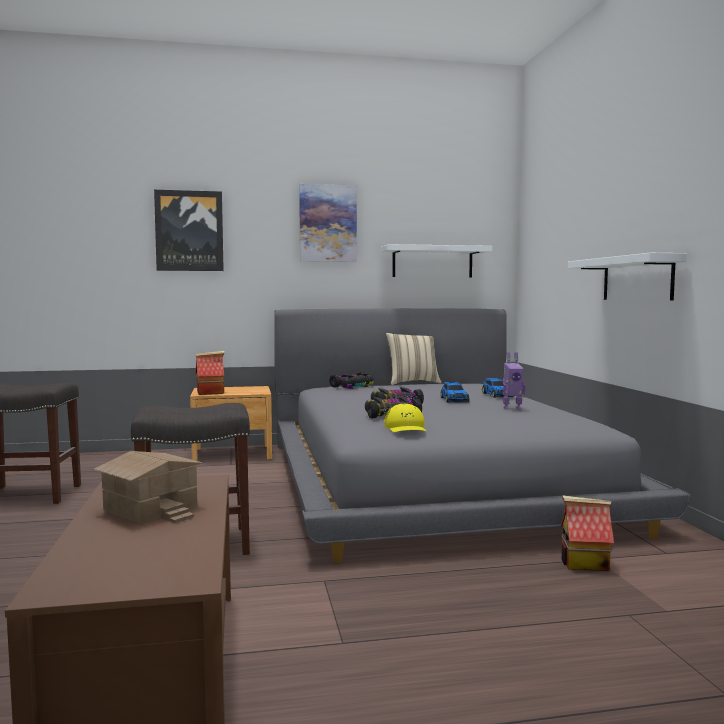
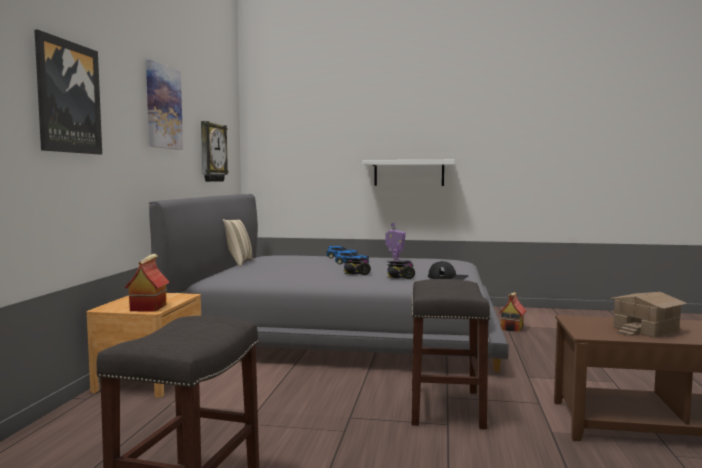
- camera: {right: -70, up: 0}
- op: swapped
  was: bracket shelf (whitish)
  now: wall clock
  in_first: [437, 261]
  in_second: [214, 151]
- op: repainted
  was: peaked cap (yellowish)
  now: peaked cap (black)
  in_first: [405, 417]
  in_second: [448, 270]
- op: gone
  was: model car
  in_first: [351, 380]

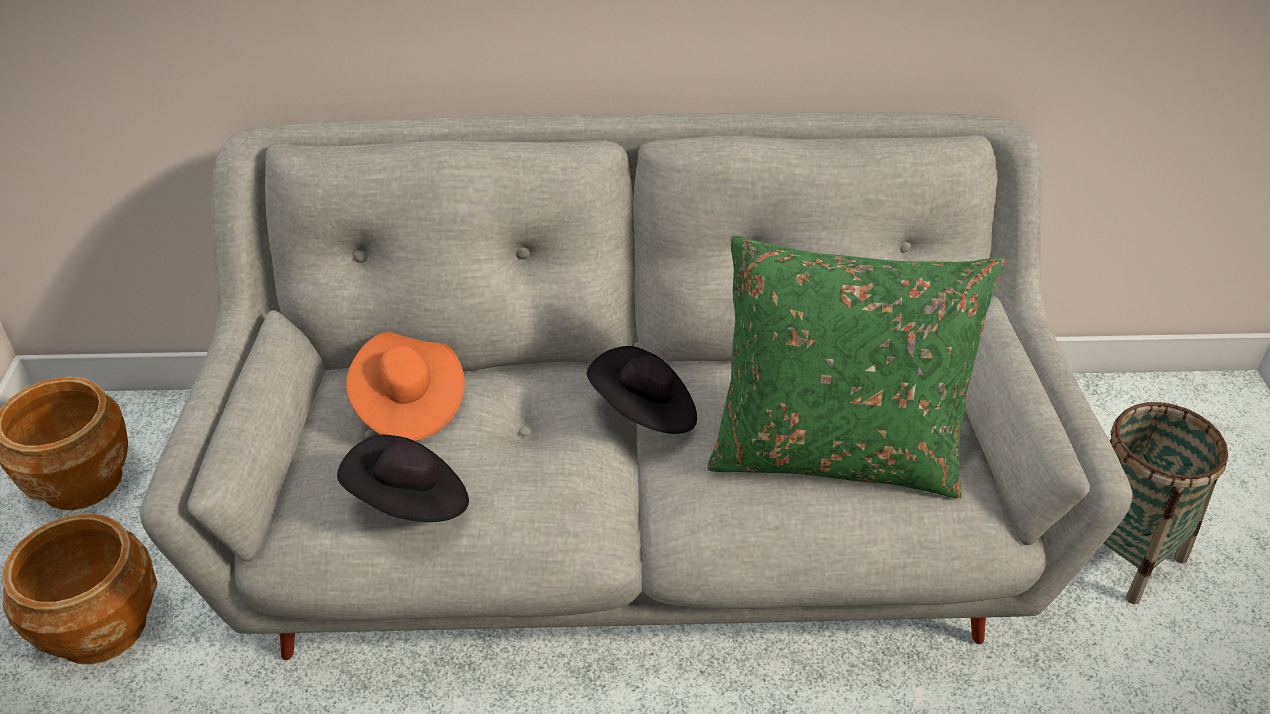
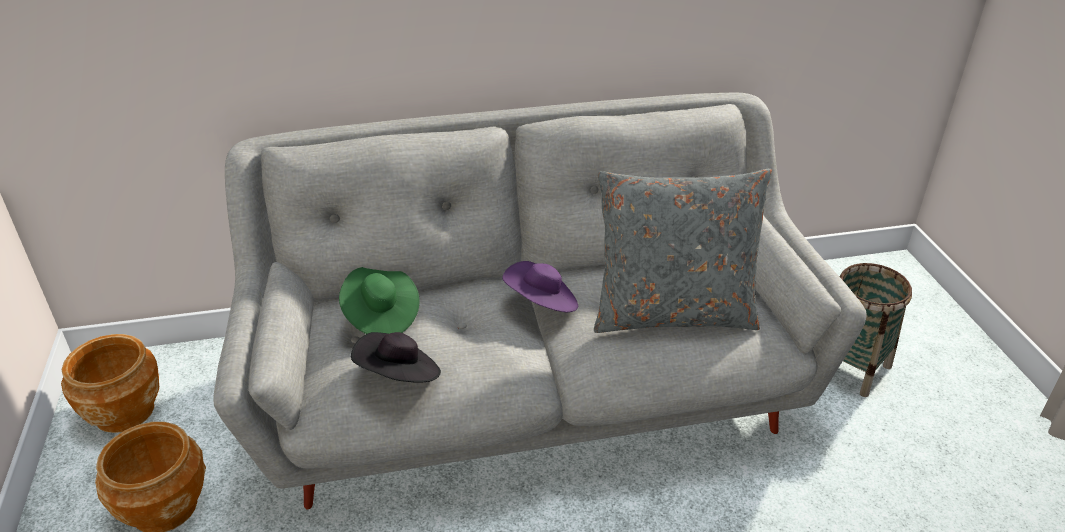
- camera: {right: -10, up: -5}
- op: repainted
  was: clothing hat (orange)
  now: clothing hat (green)
  in_first: [405, 386]
  in_second: [379, 300]
- op: repainted
  was: clothing hat (black)
  now: clothing hat (purple)
  in_first: [642, 390]
  in_second: [540, 286]
- op: repainted
  was: throw pillow (green)
  now: throw pillow (gray)
  in_first: [856, 367]
  in_second: [683, 251]

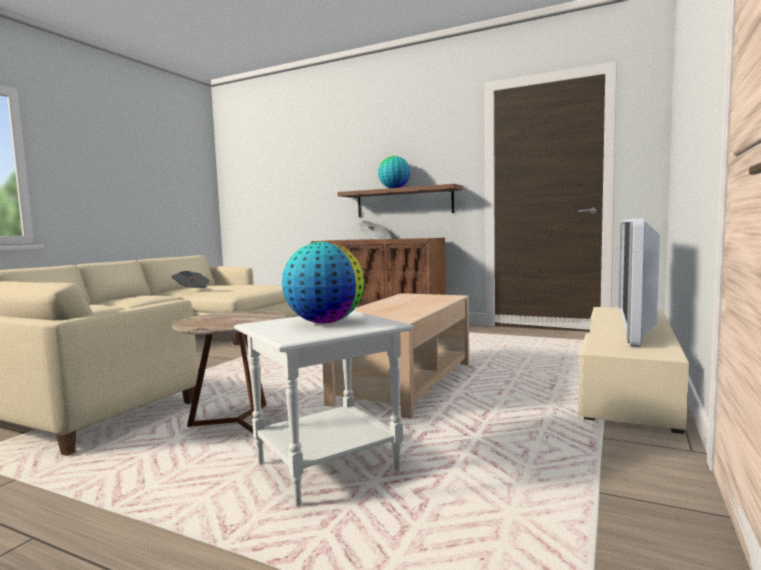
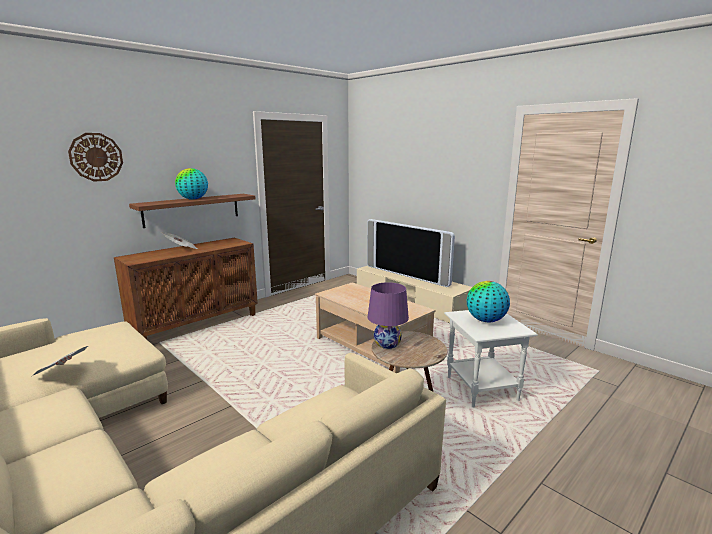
- camera: {right: -70, up: 10}
- op: new
  now: wall clock
  in_second: [95, 157]
- op: new
  now: tabletop lamp (purple)
  in_second: [388, 315]

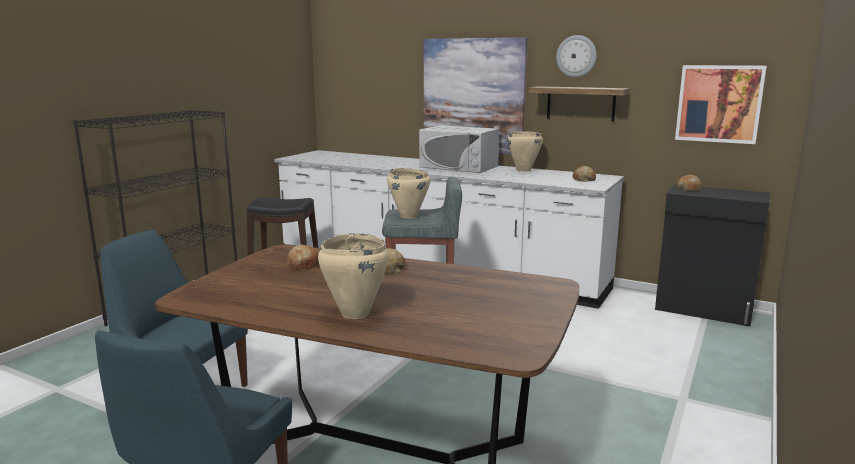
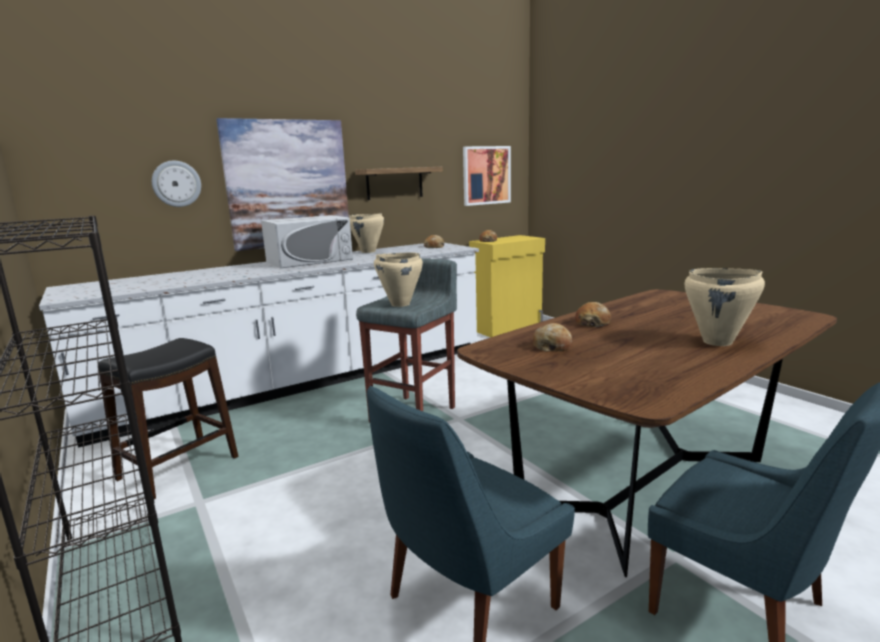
- camera: {right: -60, up: 0}
- op: shifted
  was: wall clock
  in_first: [576, 56]
  in_second: [176, 184]
- op: repainted
  was: cupboard (black)
  now: cupboard (yellowish)
  in_first: [712, 255]
  in_second: [507, 286]

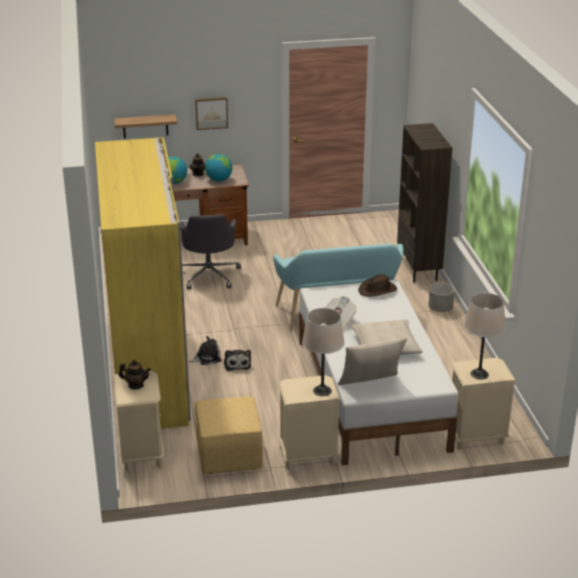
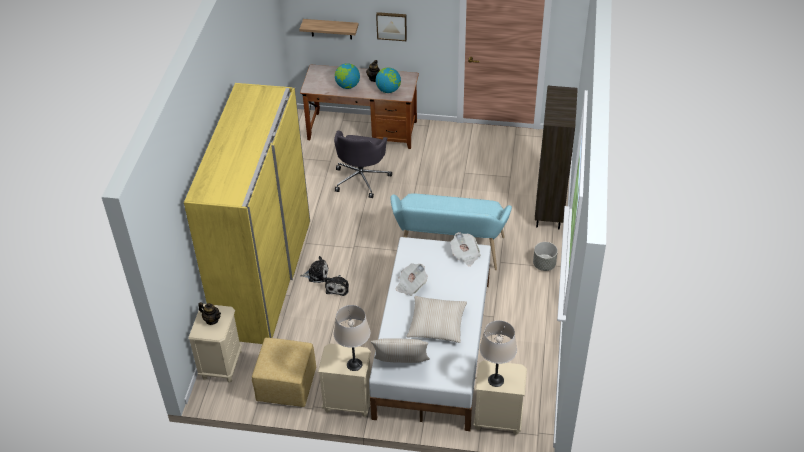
- camera: {right: 20, up: 15}
- op: swapped
  was: clothing hat (brown-coloured)
  now: printed paper
  in_first: [377, 285]
  in_second: [465, 249]

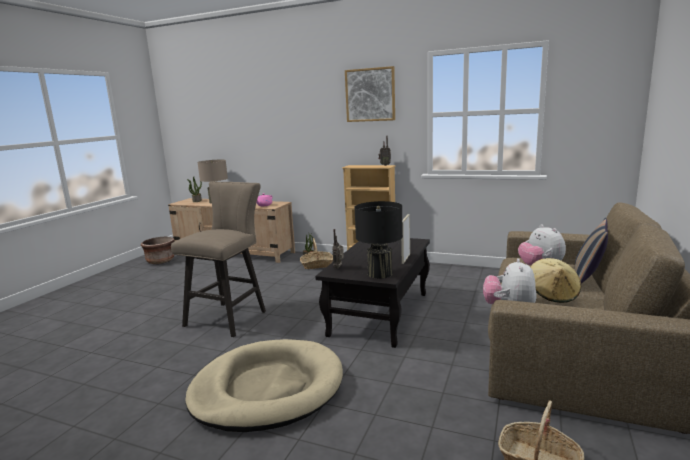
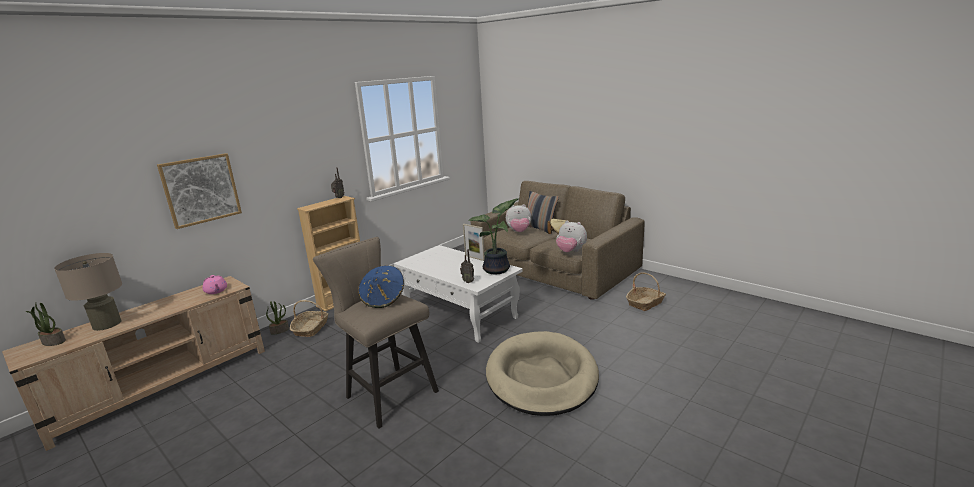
- camera: {right: -70, up: 5}
- op: shifted
  was: picture
  in_first: [370, 94]
  in_second: [199, 191]
- op: new
  now: clothing hat (blue-coloured)
  in_second: [381, 287]
- op: repainted
  was: lounge table (black)
  now: lounge table (whitish)
  in_first: [372, 293]
  in_second: [458, 294]
- op: swapped
  was: tabletop lamp (black)
  now: plant in a pot
  in_first: [378, 240]
  in_second: [493, 236]
- op: gone
  was: flower pot (brown-coloured)
  in_first: [158, 250]

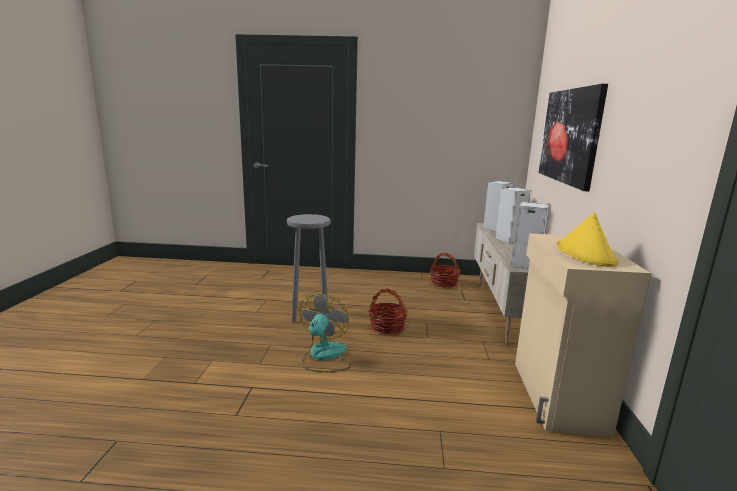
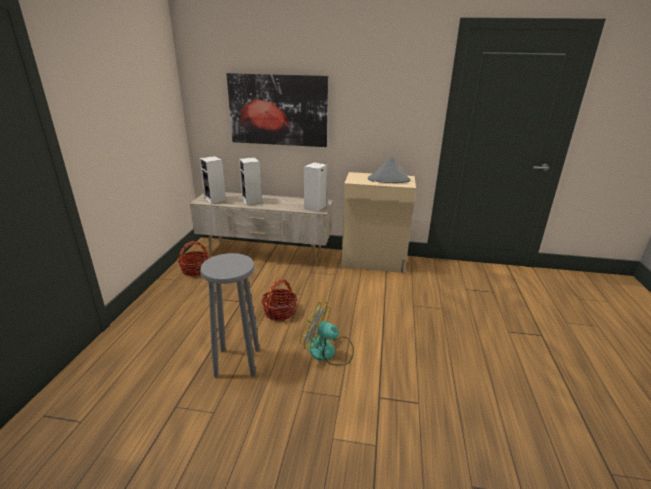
- camera: {right: -85, up: 10}
- op: repainted
  was: clothing hat (yellowish)
  now: clothing hat (gray)
  in_first: [588, 239]
  in_second: [389, 169]

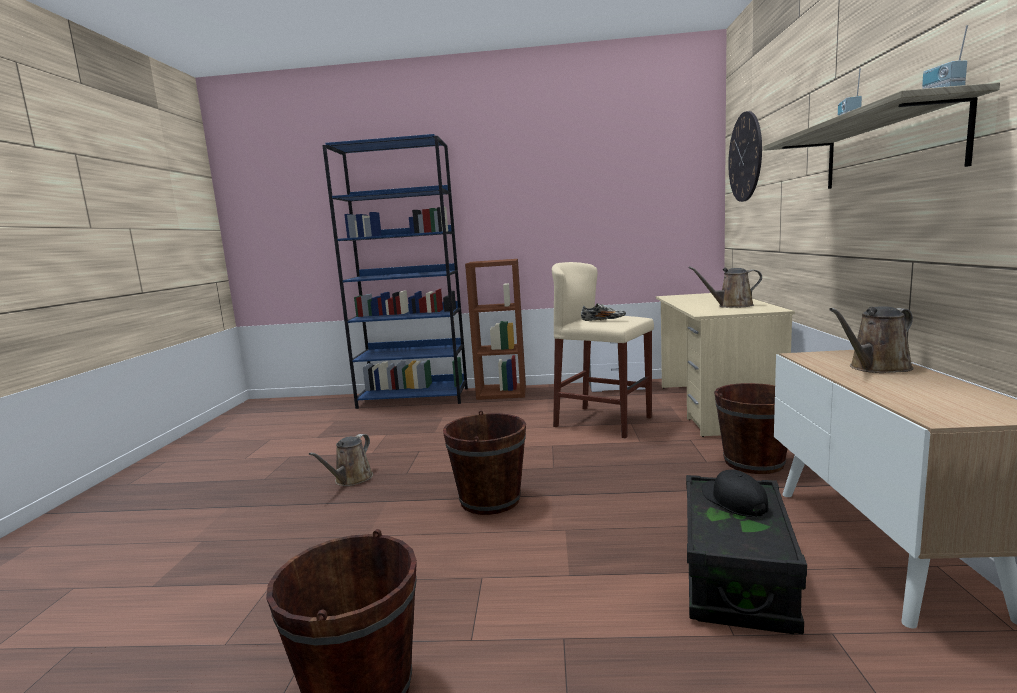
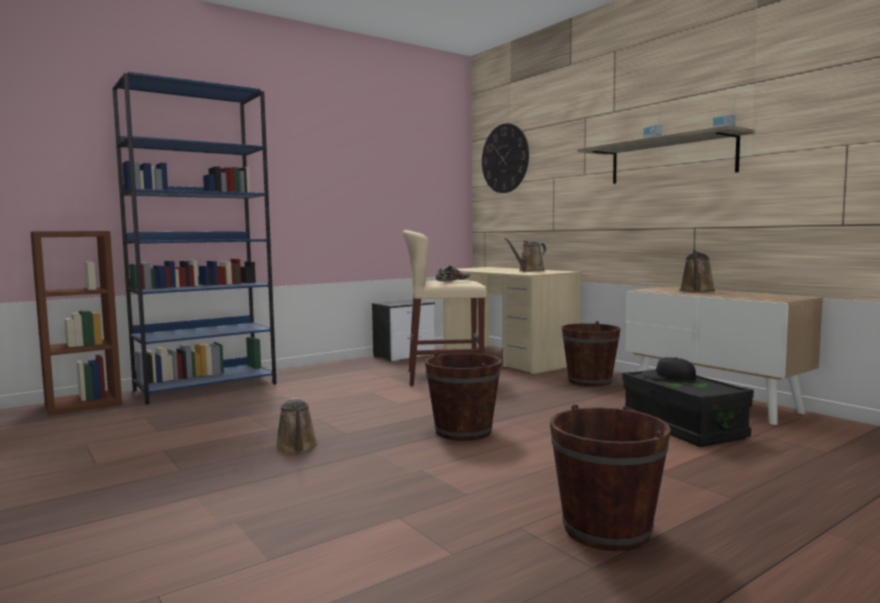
- camera: {right: -40, up: -5}
- op: shifted
  was: bookshelf (brown-coloured)
  in_first: [495, 329]
  in_second: [76, 323]

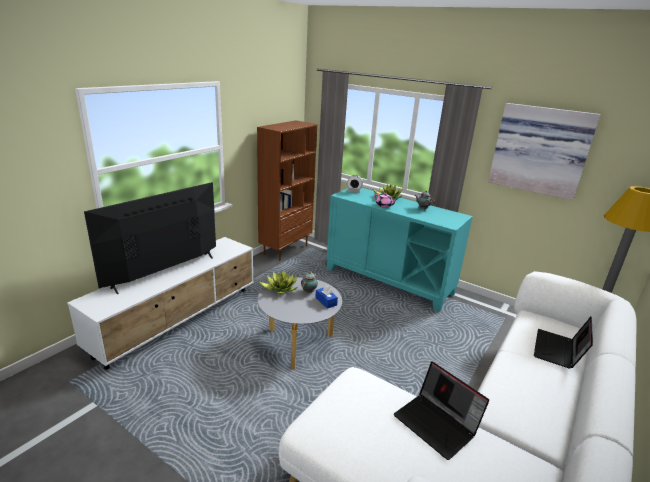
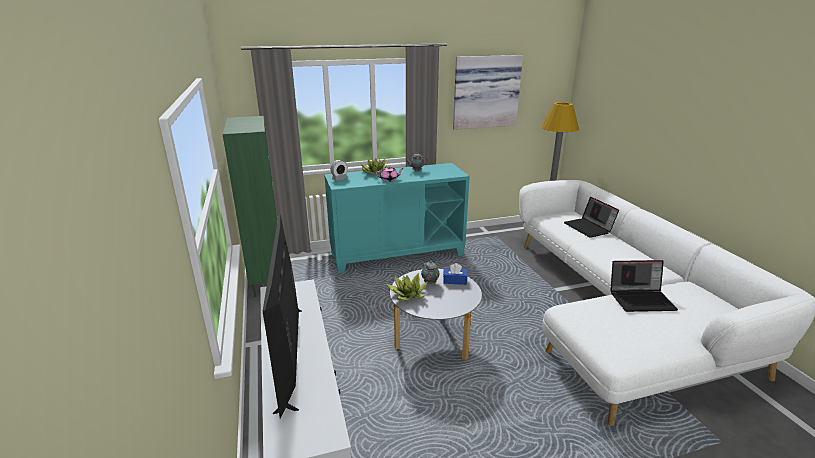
- camera: {right: -50, up: 0}
- op: repainted
  was: bookshelf (brown-coloured)
  now: bookshelf (green)
  in_first: [287, 190]
  in_second: [250, 206]

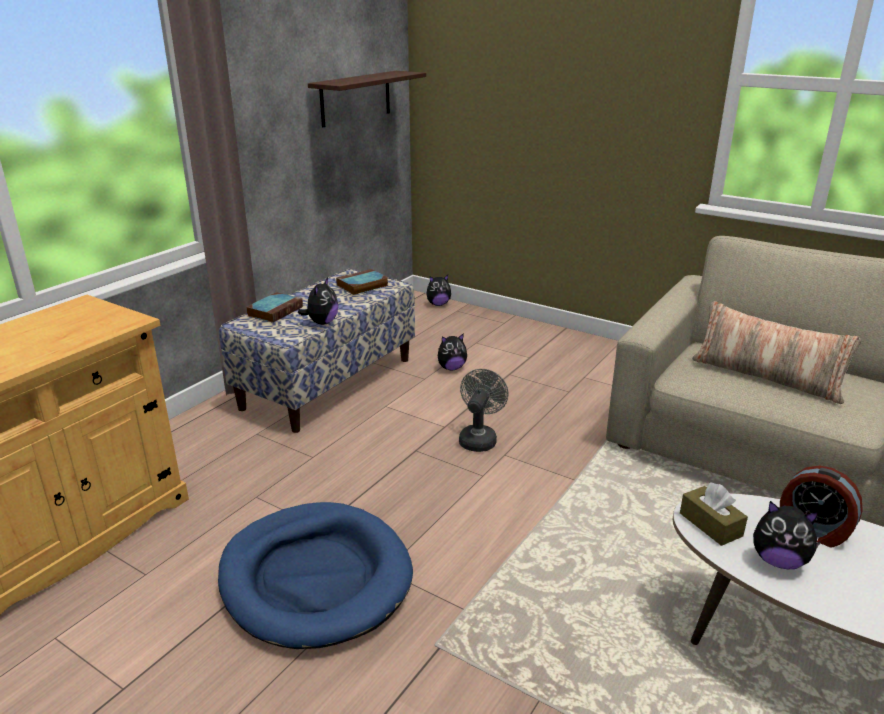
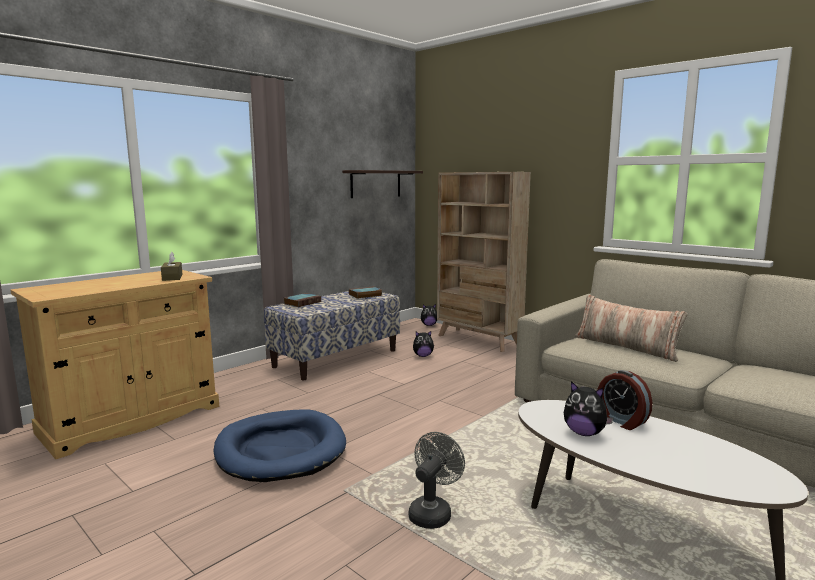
- camera: {right: 10, up: -15}
- op: shifted
  was: tissue box (brown-coloured)
  in_first: [714, 514]
  in_second: [172, 266]
- op: shifted
  was: fan (gray)
  in_first: [484, 410]
  in_second: [437, 480]
- op: new
  now: bookshelf (sand-coloured)
  in_second: [484, 262]
- op: gone
  was: cuddly toy
  in_first: [318, 301]

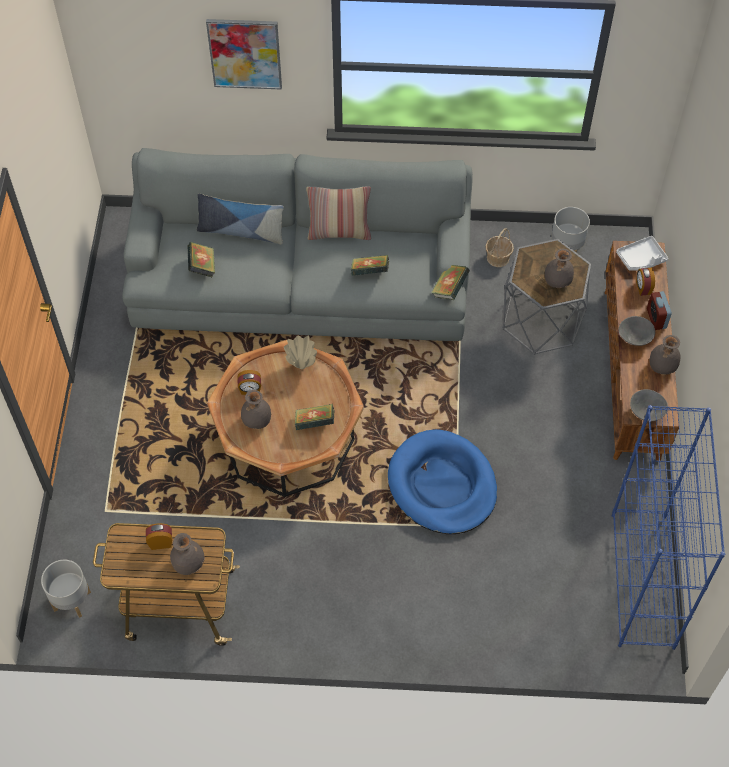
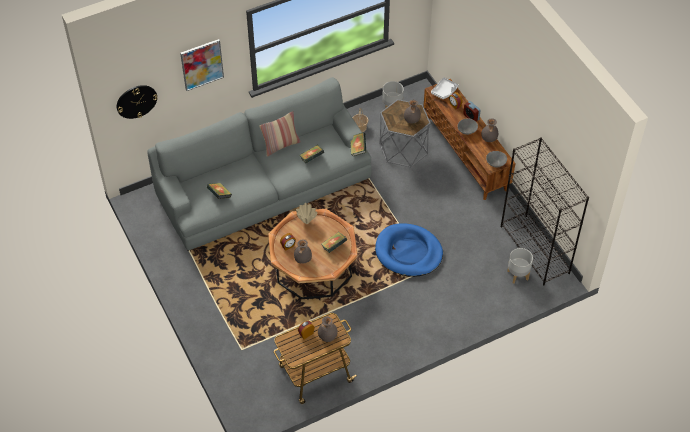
- camera: {right: -30, up: -5}
- op: new
  now: wall clock
  in_second: [137, 102]
- op: repainted
  was: bookshelf (blue-coloured)
  now: bookshelf (black)
  in_first: [668, 527]
  in_second: [545, 211]
- op: shifted
  was: flower pot (gray)
  in_first: [66, 589]
  in_second: [520, 266]
- op: gone
  was: throw pillow
  in_first: [240, 218]

